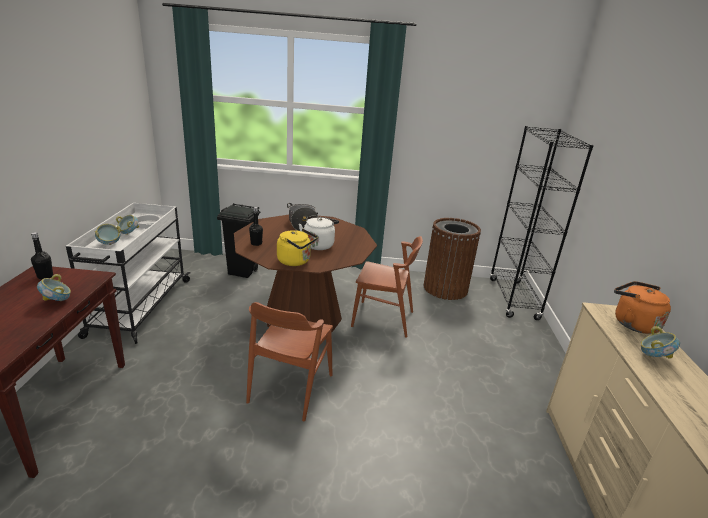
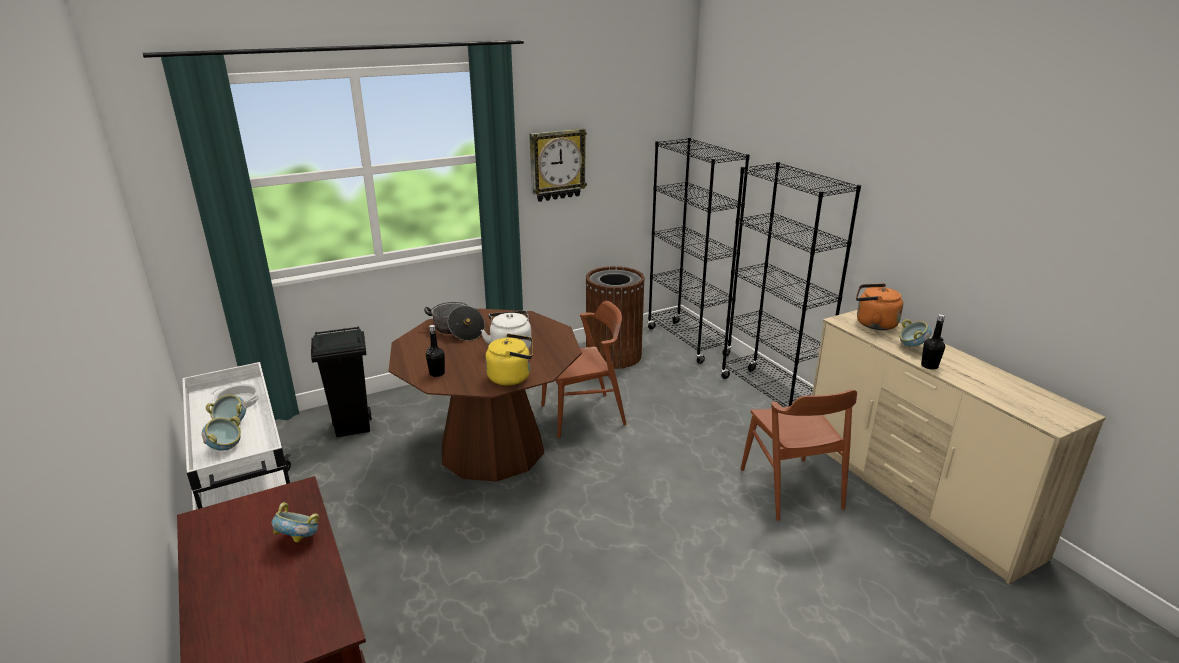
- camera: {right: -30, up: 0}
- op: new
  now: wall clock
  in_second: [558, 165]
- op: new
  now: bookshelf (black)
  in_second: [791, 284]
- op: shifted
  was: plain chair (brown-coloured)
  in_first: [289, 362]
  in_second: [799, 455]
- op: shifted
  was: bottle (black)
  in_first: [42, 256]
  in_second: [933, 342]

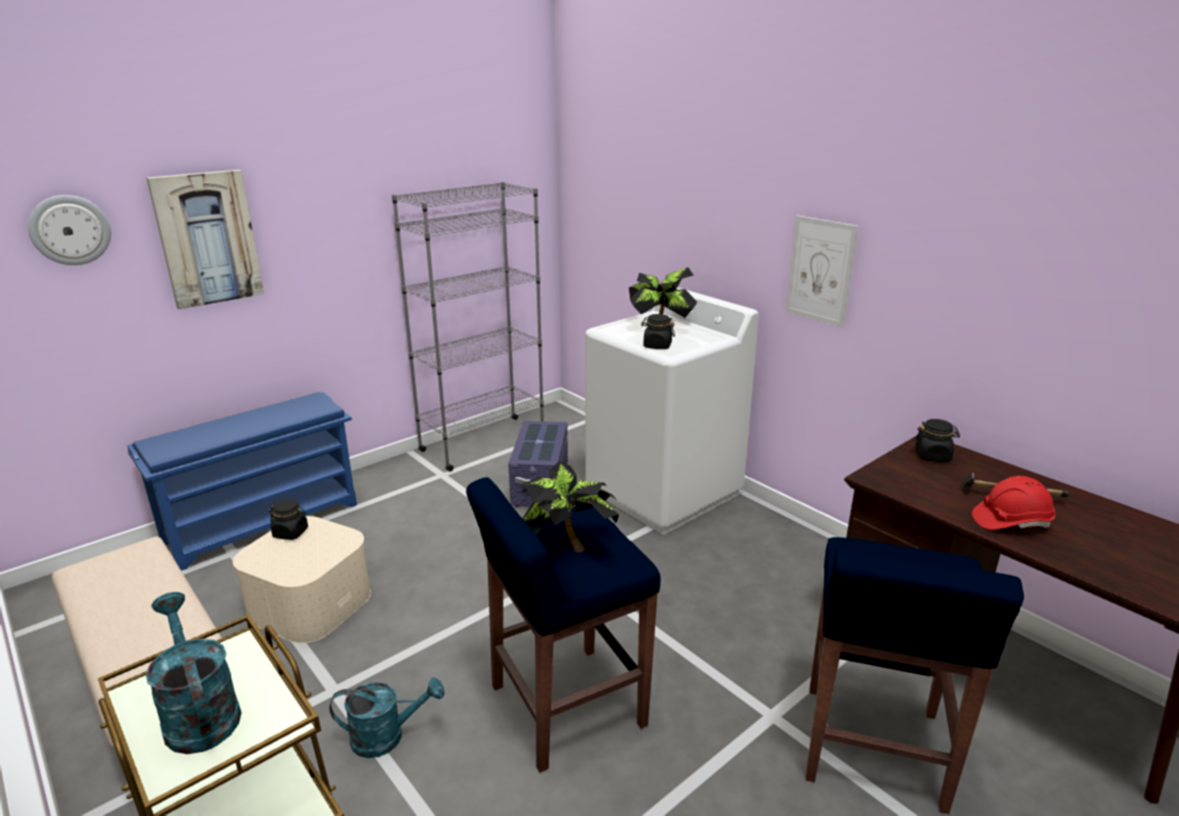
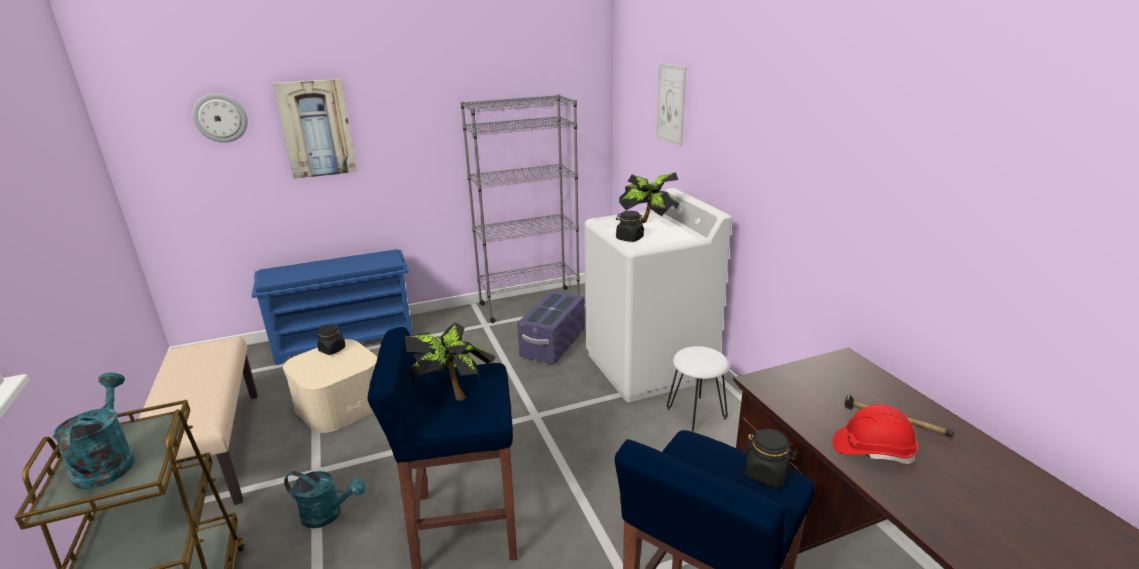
- camera: {right: 20, up: 0}
- op: shifted
  was: picture
  in_first: [821, 271]
  in_second: [671, 104]
- op: new
  now: stool seat (whitish)
  in_second: [698, 389]
- op: shifted
  was: storage jar (black)
  in_first: [937, 440]
  in_second: [770, 458]

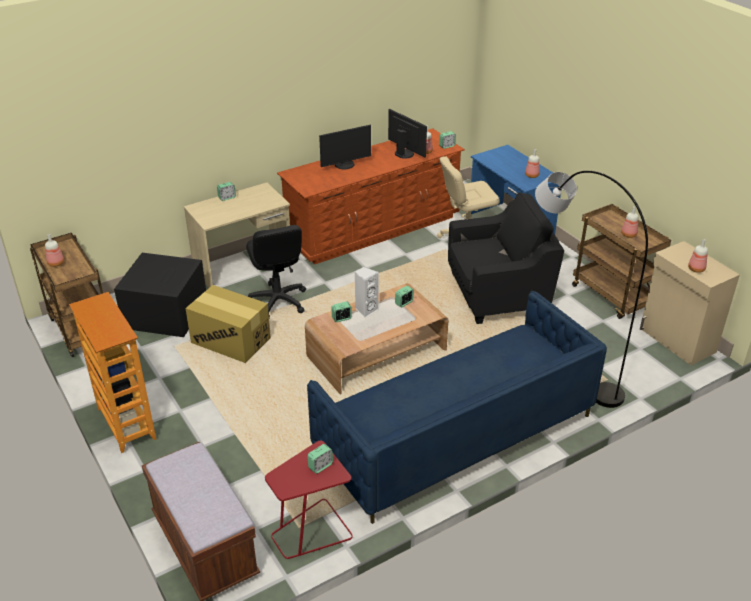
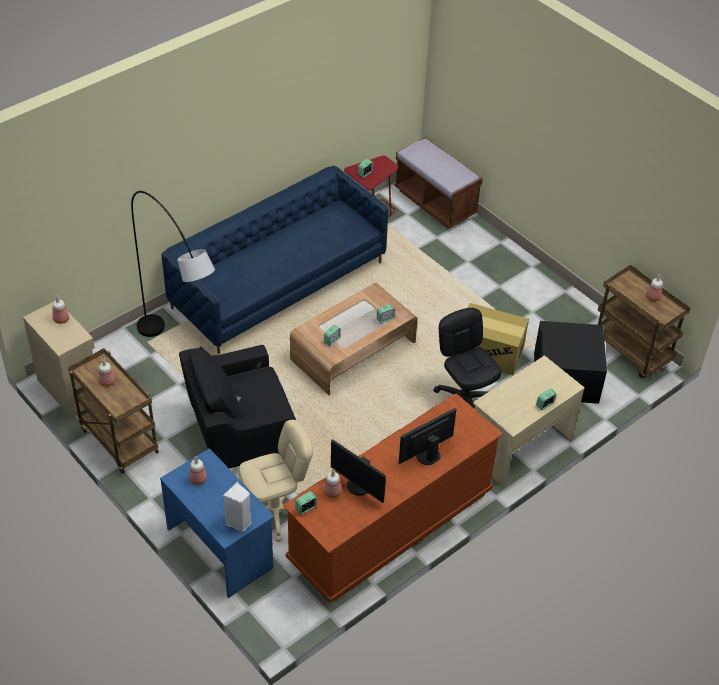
- camera: {right: 170, up: 10}
- op: shifted
  was: audio speaker (whitish)
  in_first: [366, 291]
  in_second: [237, 507]
- op: gone
  was: bookshelf
  in_first: [112, 372]

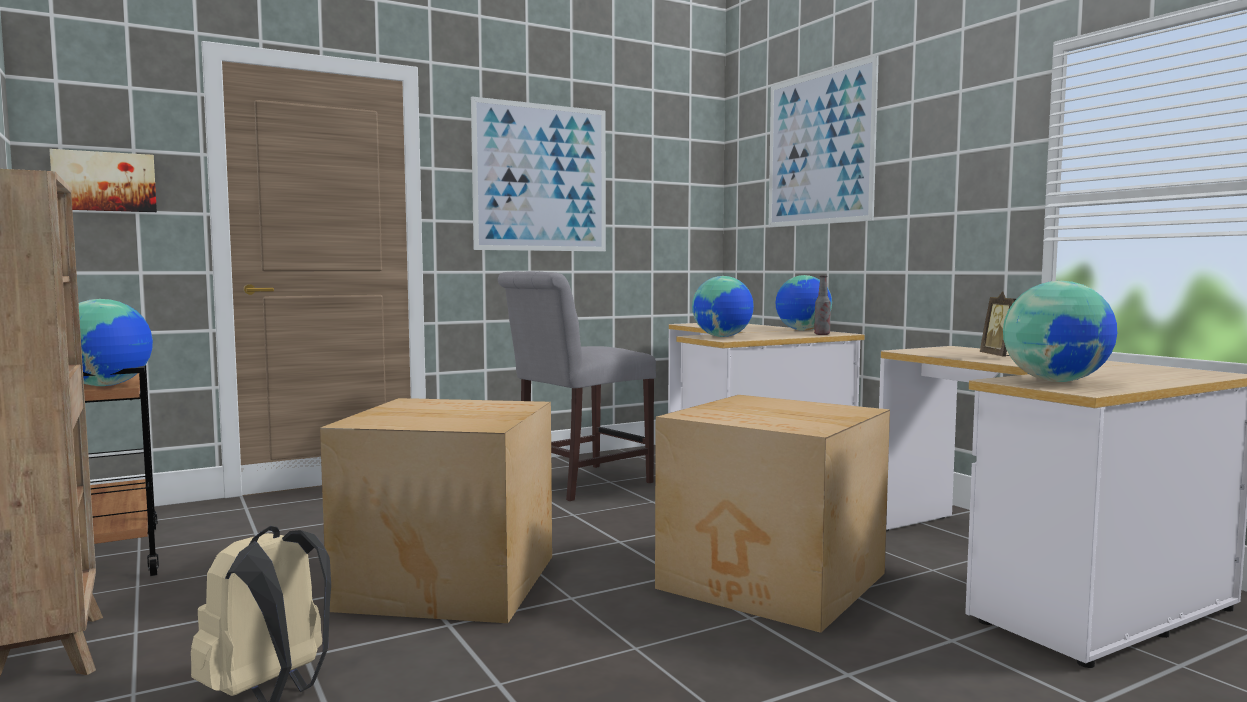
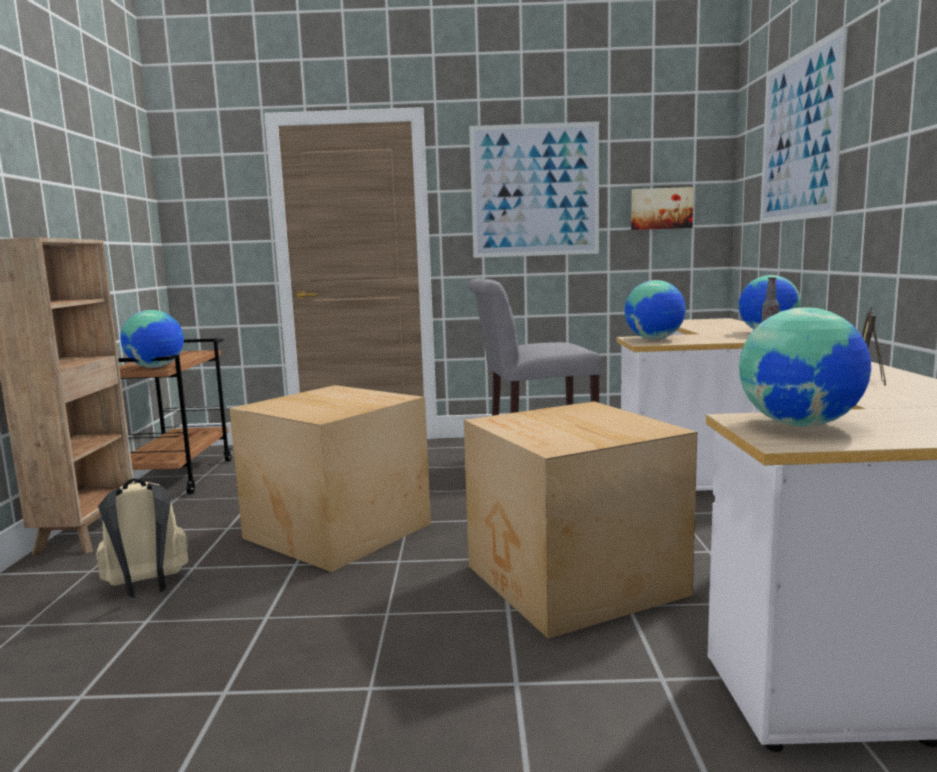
- camera: {right: 30, up: 5}
- op: shifted
  was: picture
  in_first: [103, 180]
  in_second: [662, 208]

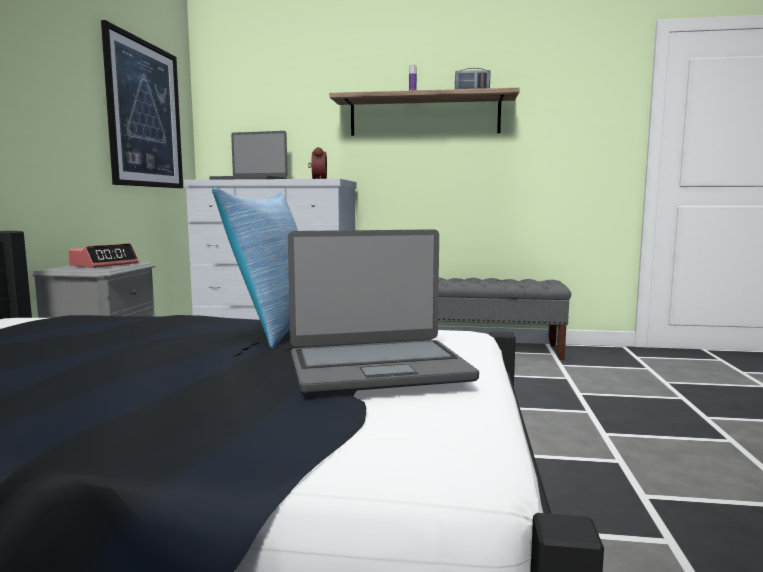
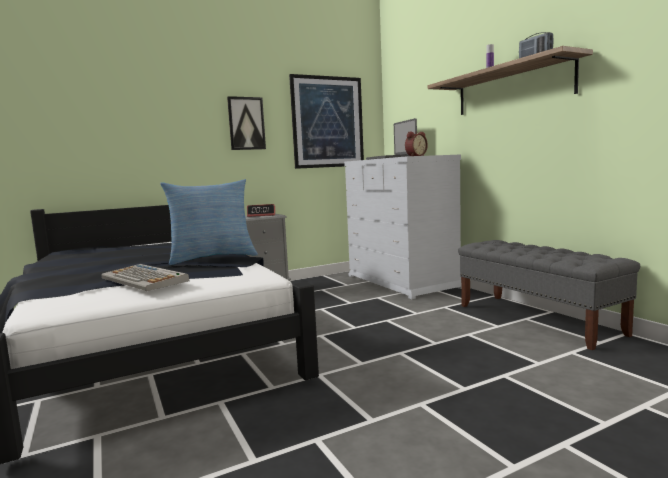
- camera: {right: 55, up: 0}
- op: swapped
  was: notebook computer
  now: keyboard
  in_first: [383, 311]
  in_second: [145, 277]
- op: new
  now: picture
  in_second: [246, 123]

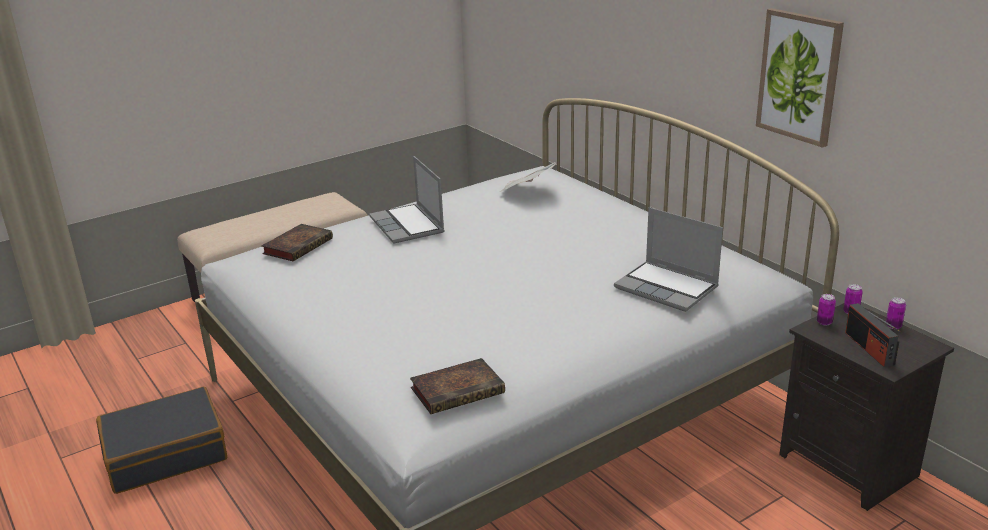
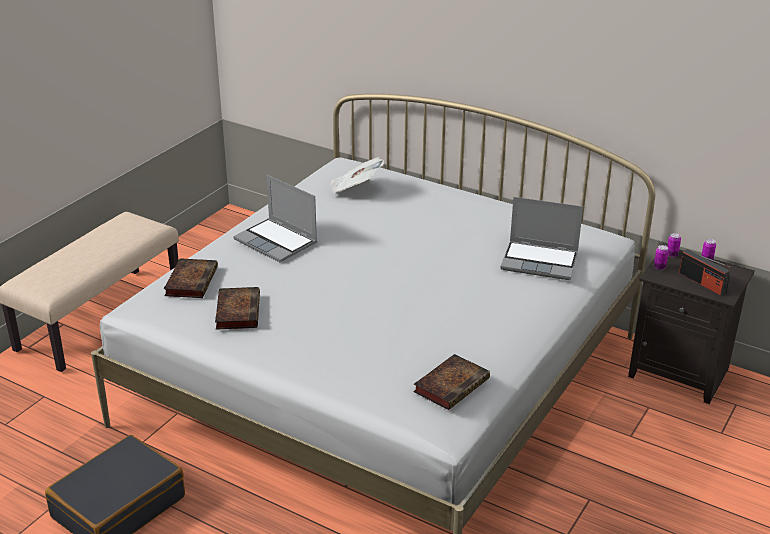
- camera: {right: -25, up: 5}
- op: new
  now: bound book
  in_second: [237, 308]
- op: gone
  was: picture
  in_first: [800, 78]

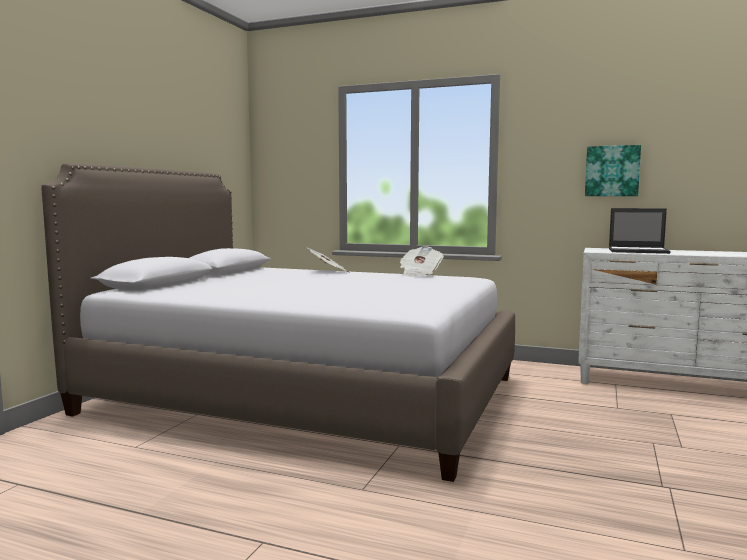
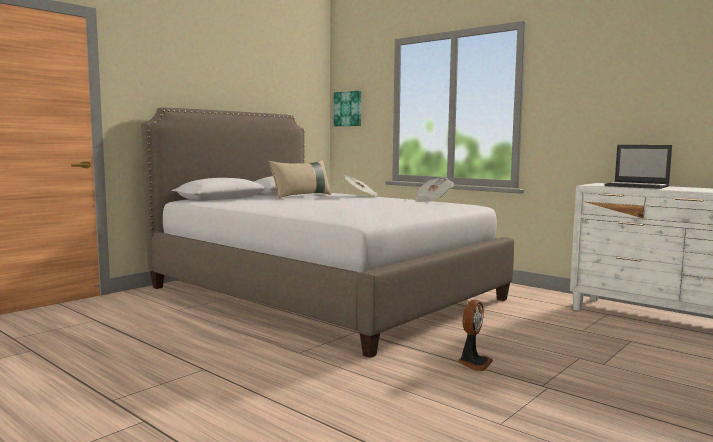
- camera: {right: 20, up: 0}
- op: new
  now: throw pillow (sand-coloured)
  in_second: [300, 179]
- op: shifted
  was: picture
  in_first: [613, 170]
  in_second: [347, 108]
- op: new
  now: fan
  in_second: [475, 335]

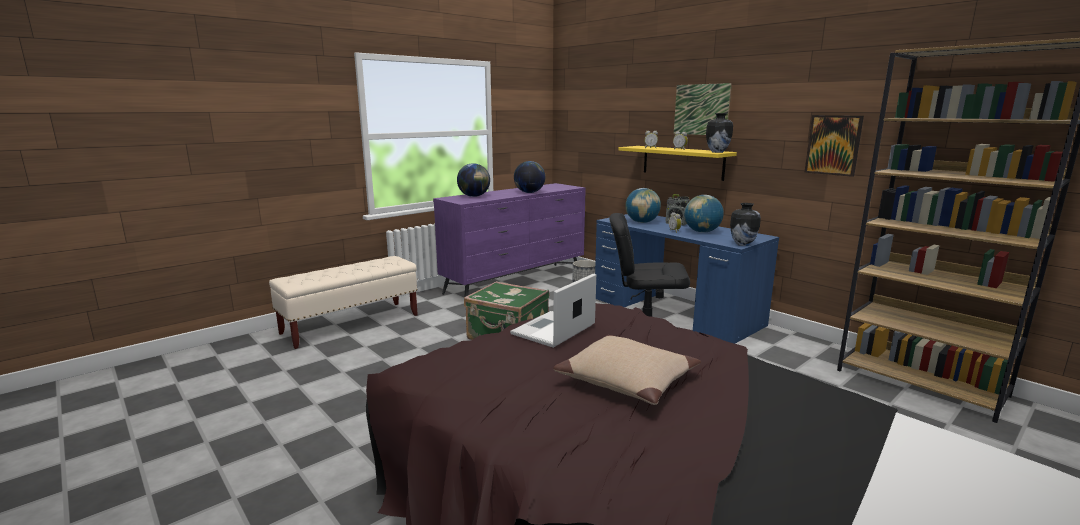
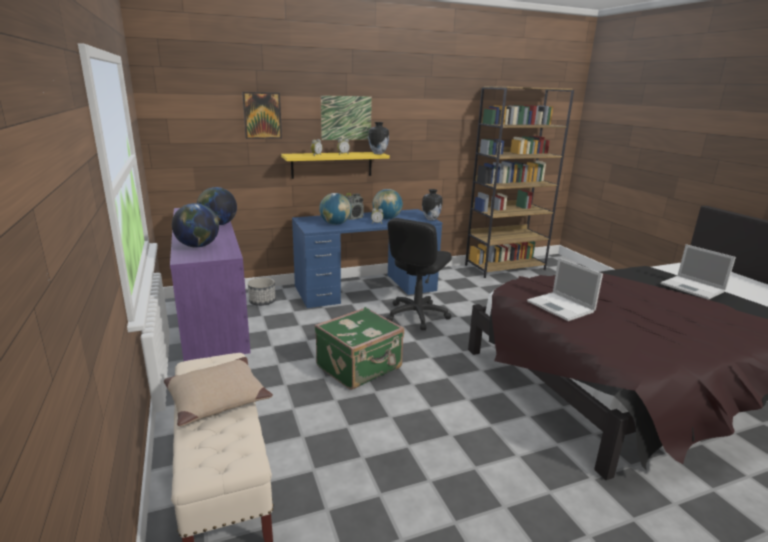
- camera: {right: -70, up: 5}
- op: shifted
  was: throw pillow (sand-coloured)
  in_first: [627, 370]
  in_second: [218, 391]
- op: shifted
  was: picture
  in_first: [834, 146]
  in_second: [262, 115]
- op: new
  now: notebook computer
  in_second: [698, 272]

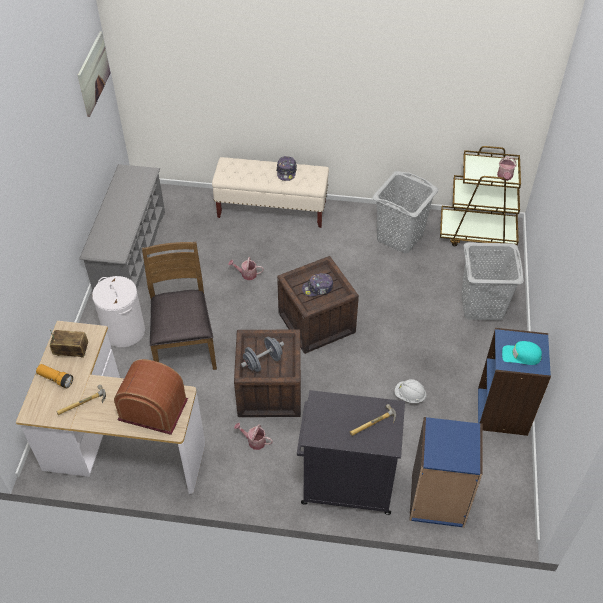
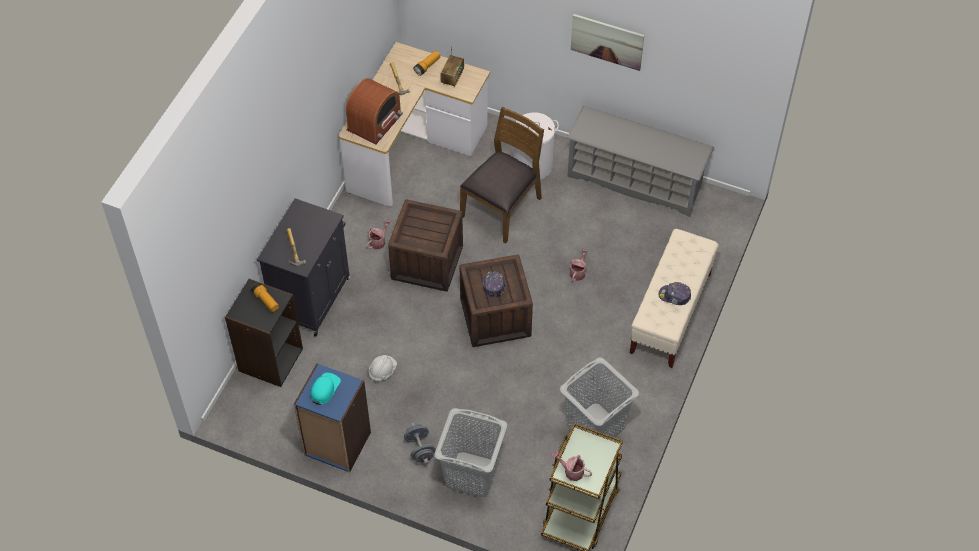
- camera: {right: 105, up: 5}
- op: repainted
  was: bookshelf (blue-coloured)
  now: bookshelf (black)
  in_first: [446, 472]
  in_second: [264, 333]
- op: new
  now: torch
  in_second: [265, 297]
- op: shifted
  was: dumbbell (gray)
  in_first: [262, 354]
  in_second: [420, 443]
- op: rotated
  was: plain chair (brown-coloured)
  in_first: [179, 306]
  in_second: [502, 175]
  clockwise: -60
- op: shifted
  was: picture
  in_first: [94, 74]
  in_second: [607, 42]

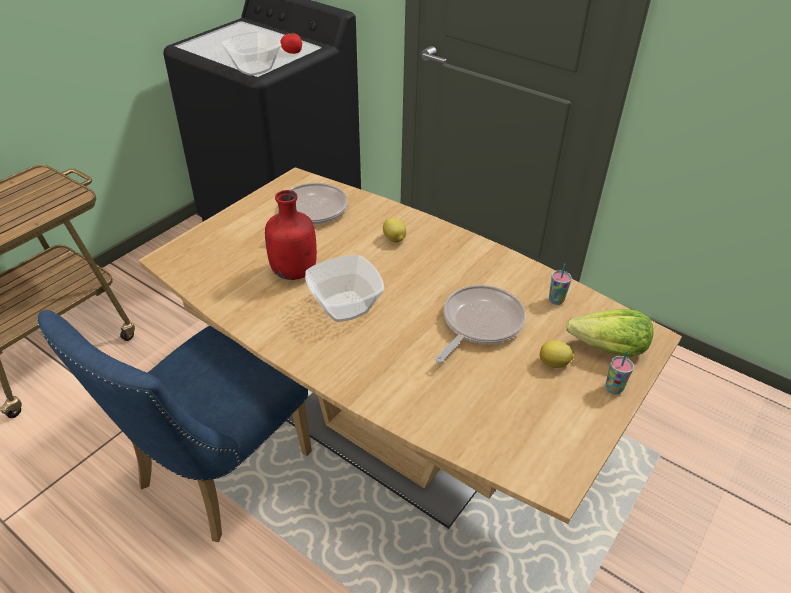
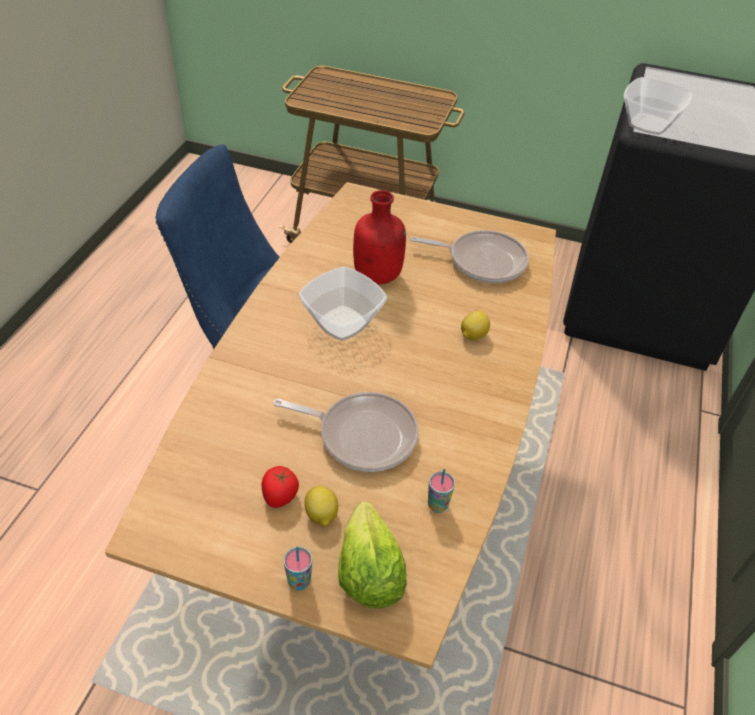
- camera: {right: 70, up: 5}
- op: shifted
  was: whole tomato
  in_first: [291, 43]
  in_second: [280, 487]

